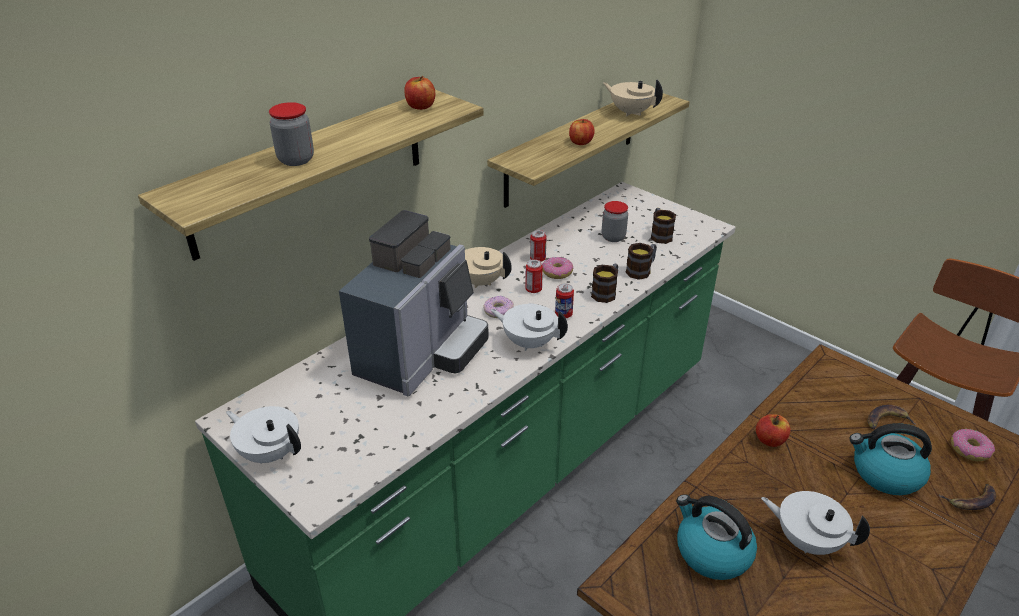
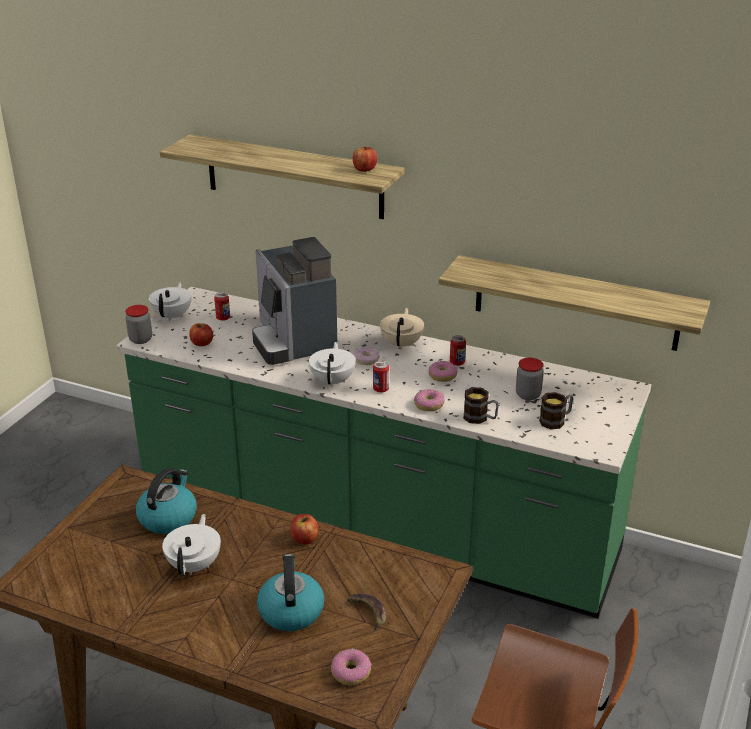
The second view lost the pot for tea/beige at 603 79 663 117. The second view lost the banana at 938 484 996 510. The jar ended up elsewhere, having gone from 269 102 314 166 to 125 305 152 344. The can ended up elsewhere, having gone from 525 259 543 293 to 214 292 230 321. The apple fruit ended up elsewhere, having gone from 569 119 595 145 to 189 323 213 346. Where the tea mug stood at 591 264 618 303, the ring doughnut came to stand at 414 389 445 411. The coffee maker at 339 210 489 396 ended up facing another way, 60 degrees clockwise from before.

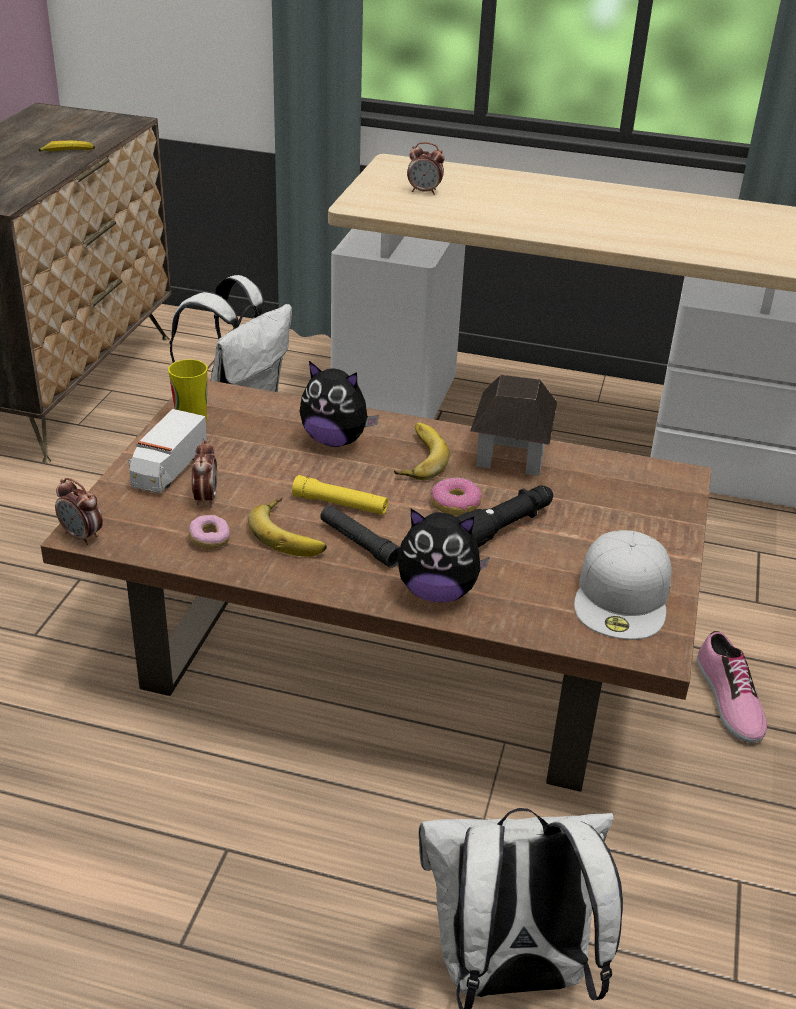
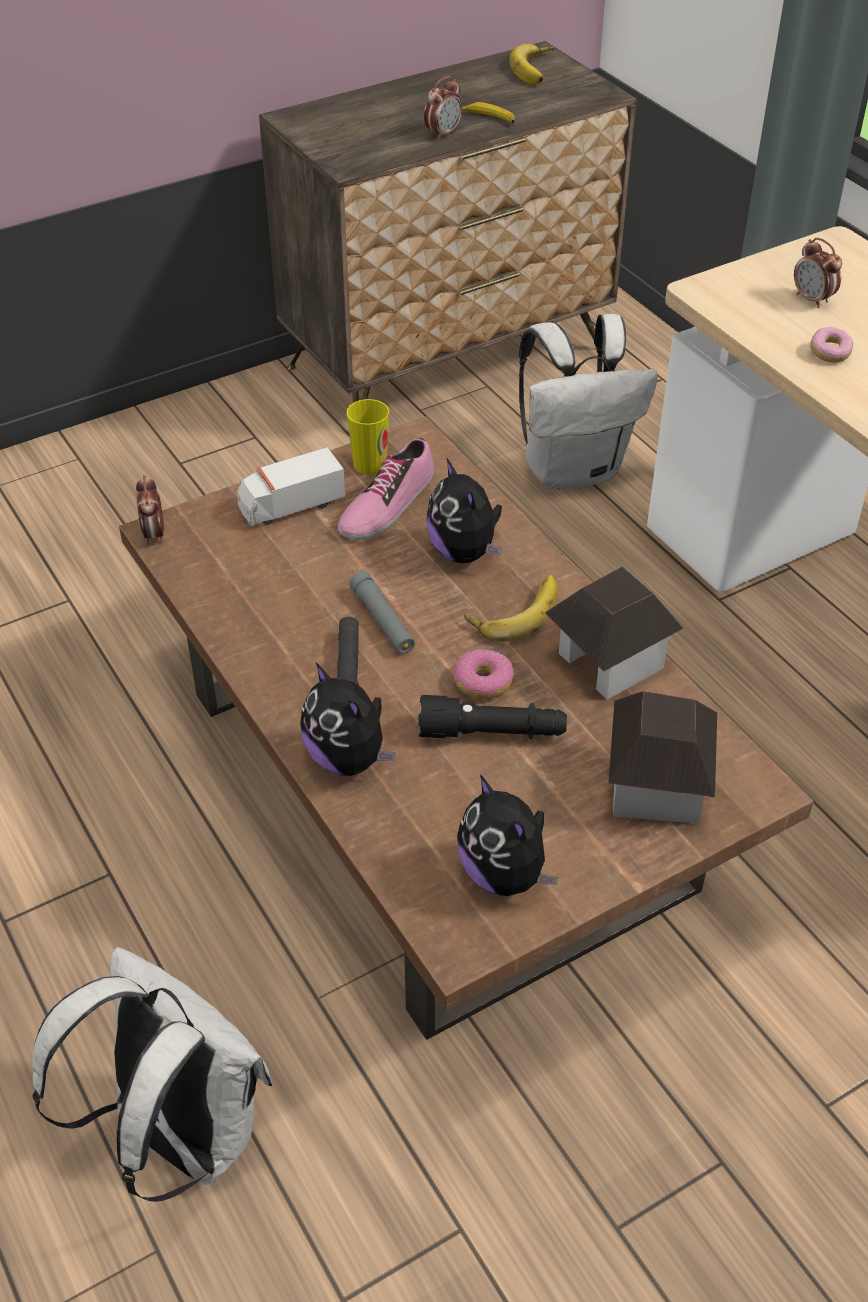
The second view gained the model house at 608 691 717 824. The ring doughnut ended up elsewhere, having gone from 189 515 230 549 to 810 327 854 363. The alarm clock ended up elsewhere, having gone from 192 440 217 507 to 424 76 462 140. The banana ended up elsewhere, having gone from 248 497 327 557 to 509 43 555 84. The low shoe ended up elsewhere, having gone from 697 631 767 743 to 338 438 434 540. Where the cap/white-coloured stood at 574 530 672 640, the plush toy came to stand at 457 775 558 896. What was the flashlight/yellowish at 292 475 388 515 turned into the flashlight/grey at 349 571 415 654.

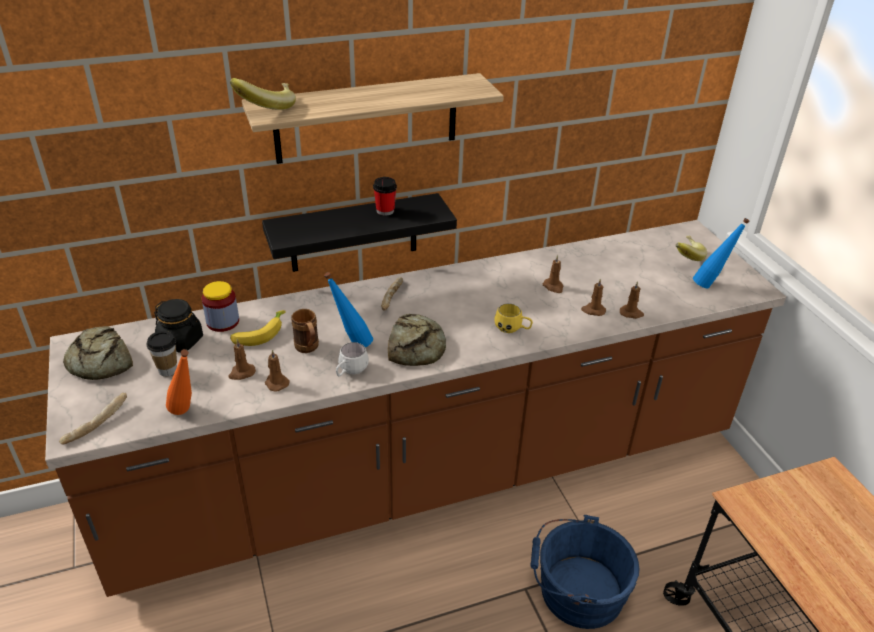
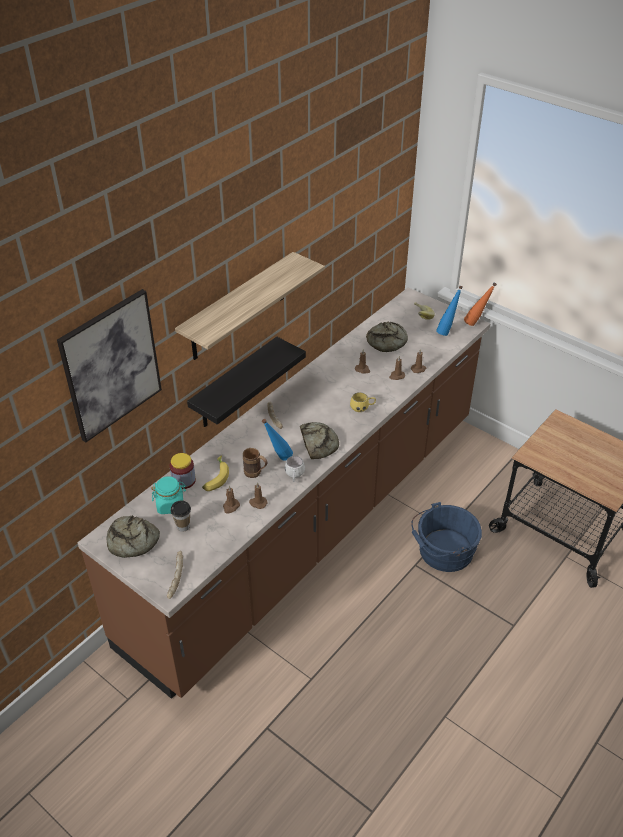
The second view lost the banana at 230 78 296 110. The second view lost the small cup at 373 177 397 216. The second view gained the picture at 57 289 162 443. The second view gained the bread at 366 322 408 352. The drink bottle/orange-coloured ended up elsewhere, having gone from 166 349 192 415 to 464 283 497 326. What was the jar/blackish at 154 299 203 353 turned into the jar/turquoise-coloured at 151 476 186 514.

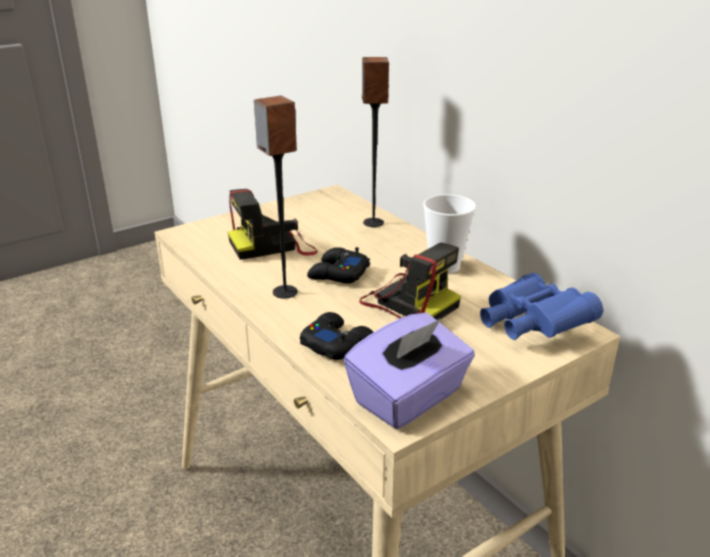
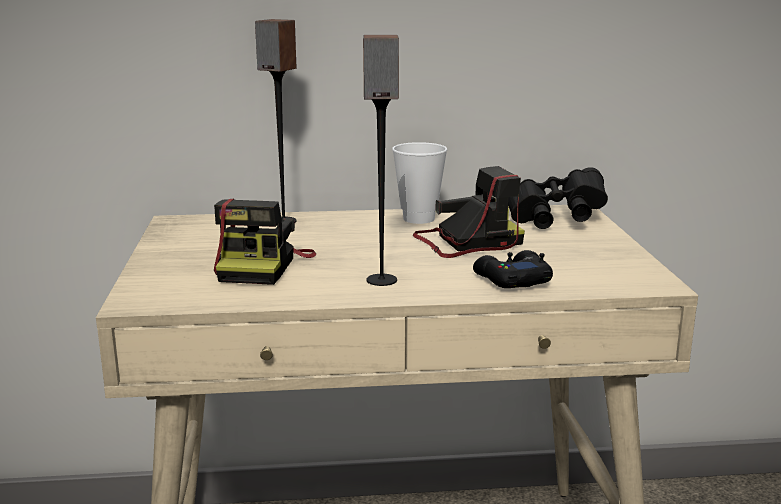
The second view lost the gamepad/blackish at 307 247 370 283. The second view lost the tissue holder/purplish at 344 313 475 429. What was the pair of binoculars/blue-coloured at 480 273 603 340 turned into the pair of binoculars/blackish at 508 167 608 229.

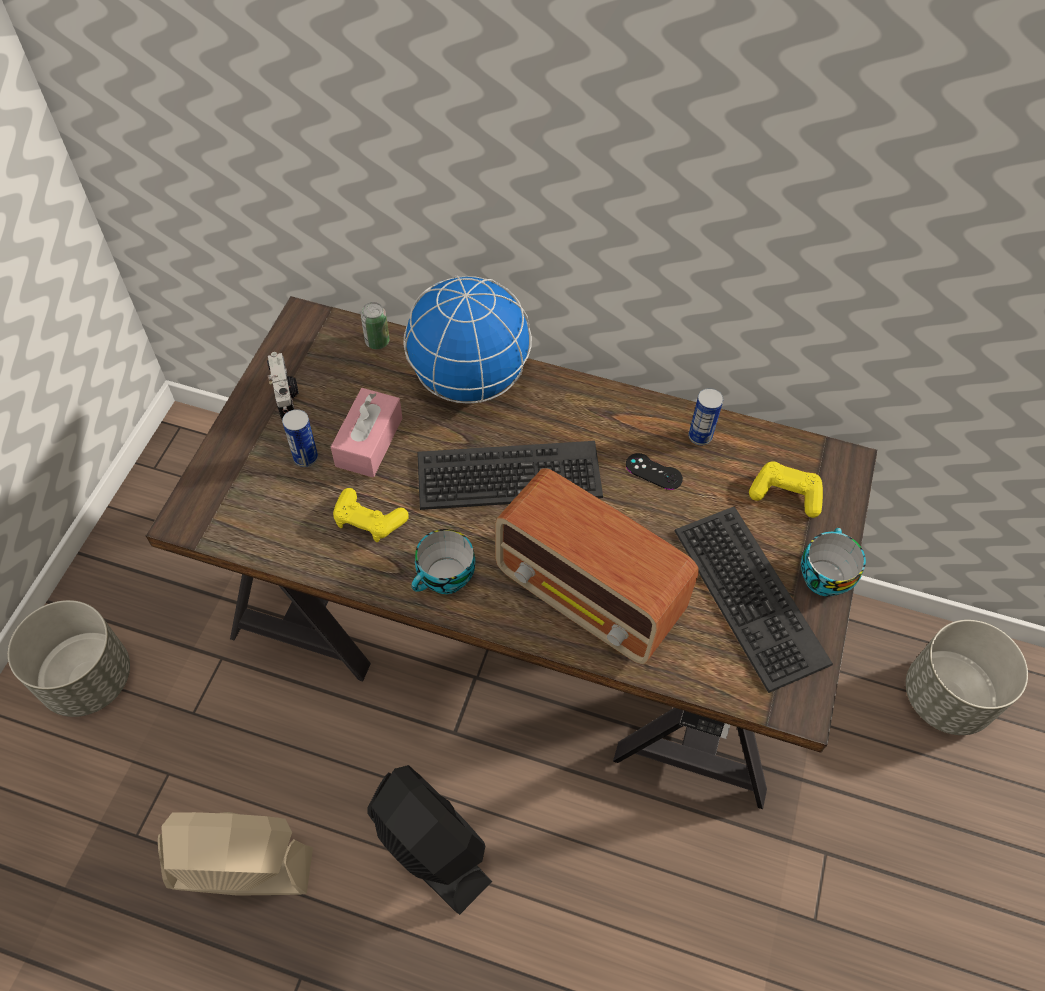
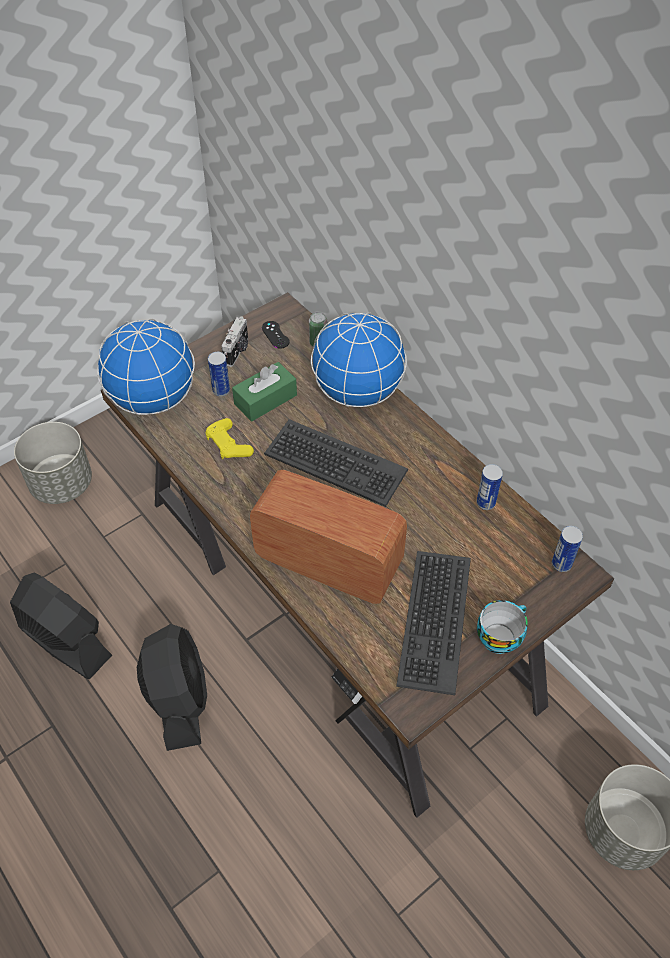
The second view lost the small cup at 411 529 475 594. The second view lost the gamepad/yellowish at 749 461 823 518. The second view gained the globe at 97 319 195 415. The second view gained the can at 552 526 583 572. The gamepad/blackish ended up elsewhere, having gone from 626 453 683 490 to 262 321 290 349. What was the cooling fan/beige at 158 812 313 896 turned into the cooling fan/blackish at 10 572 112 680. What was the tissue holder/pink-coloured at 331 388 402 477 turned into the tissue holder/greenish at 232 362 297 422. The radio at 495 468 698 665 ended up facing another way, 135 degrees clockwise from before.

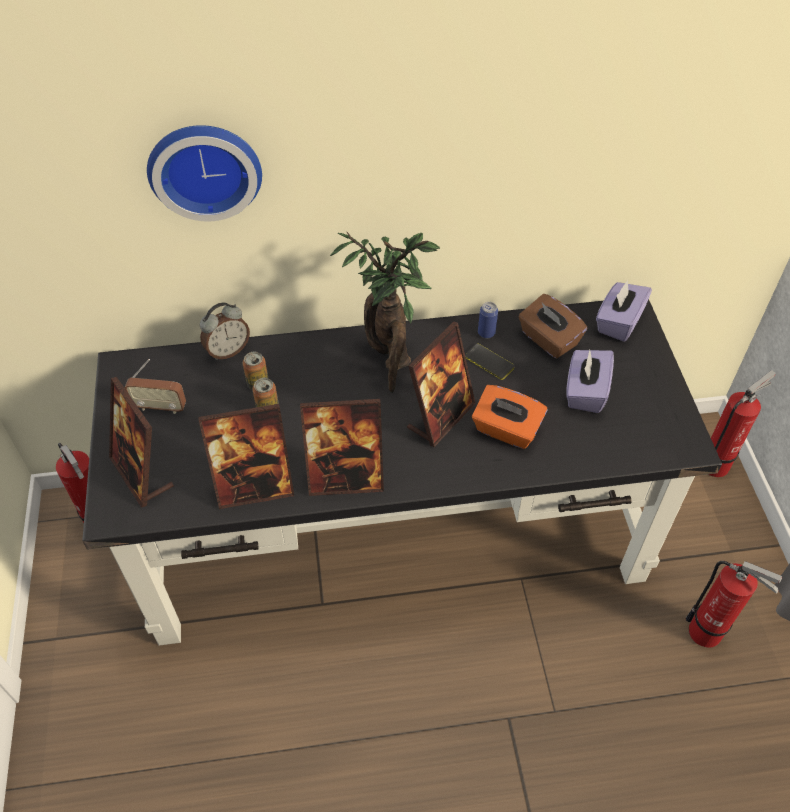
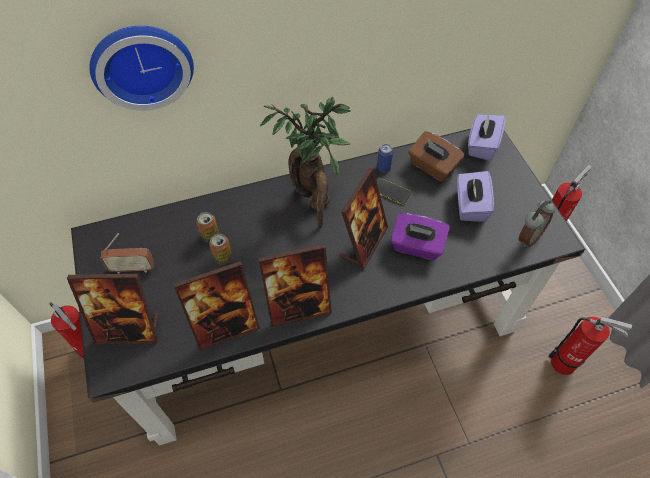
The alarm clock ended up elsewhere, having gone from 200 303 250 360 to 519 200 555 247. What was the tissue holder/orange-coloured at 472 385 547 449 turned into the tissue holder/purplish at 391 213 450 260. The picture frame at 109 377 174 508 ended up facing another way, 45 degrees counterclockwise from before.

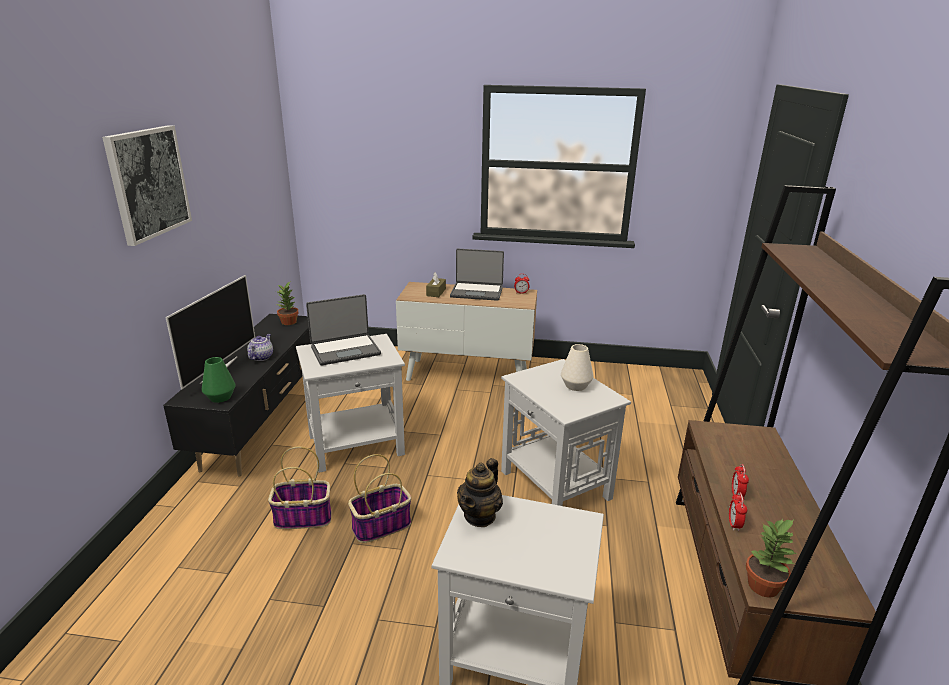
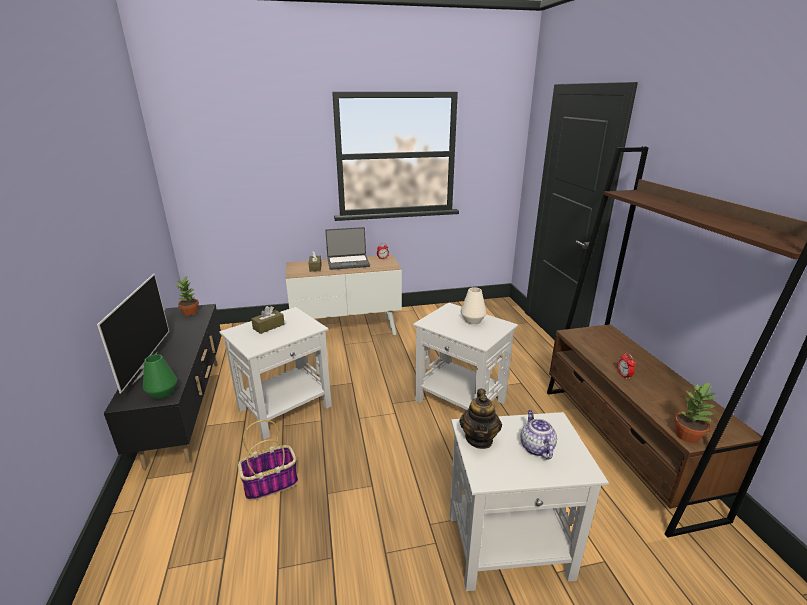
The second view lost the picture at 102 125 192 246. The second view lost the storage basket at 348 454 411 543. The second view lost the alarm clock at 729 492 747 531. The pot for tea ended up elsewhere, having gone from 247 334 273 361 to 520 410 557 460. Where the notebook computer stood at 306 294 381 366, the tissue holder/brown came to stand at 251 306 285 334.

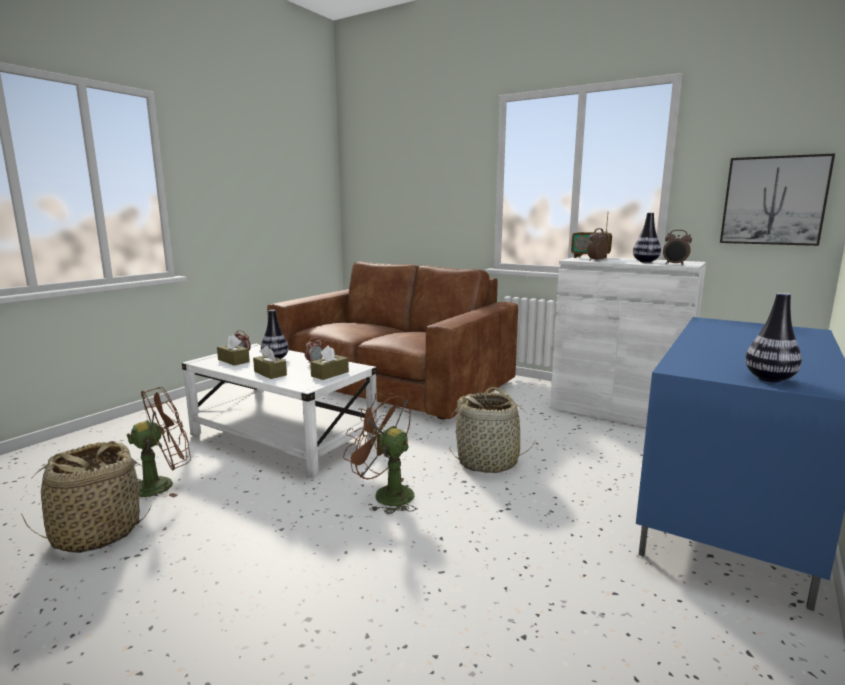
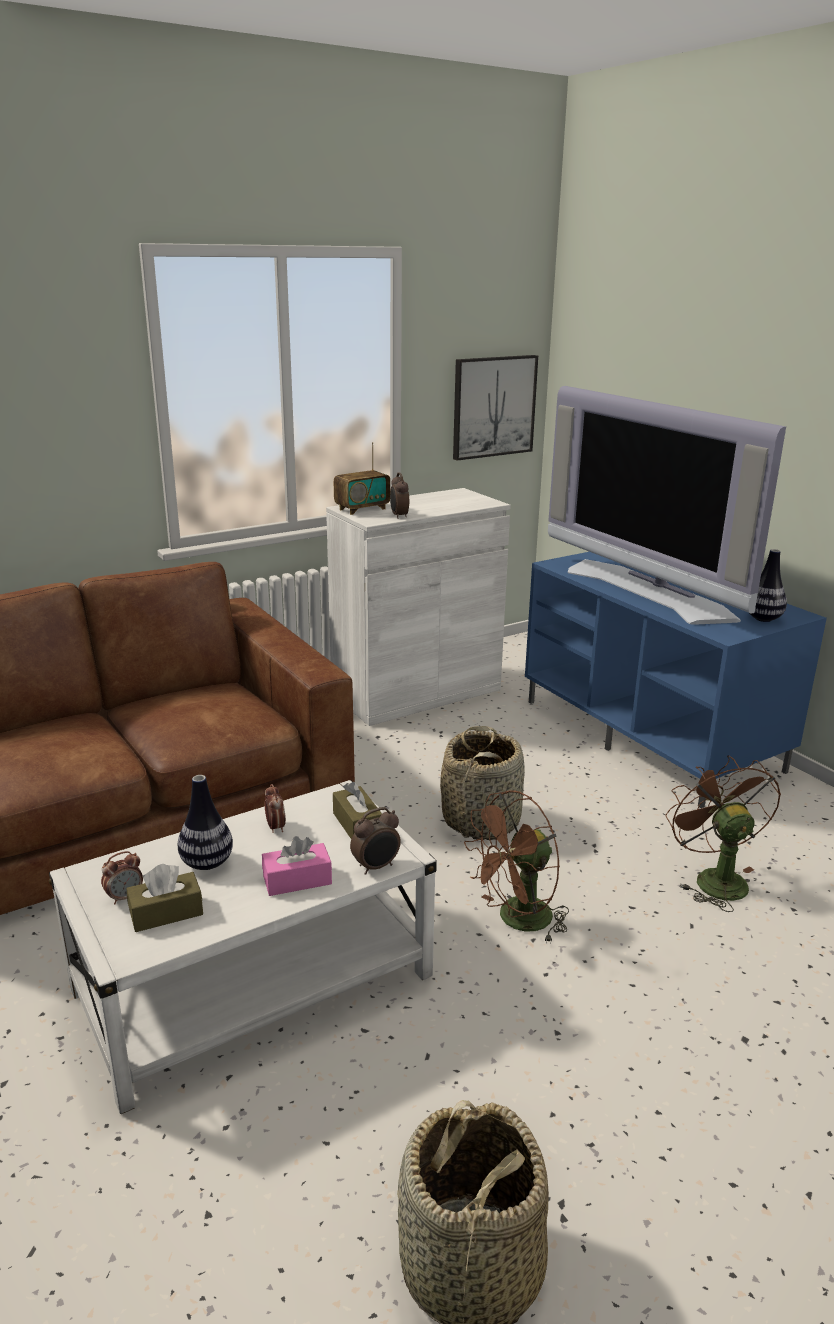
The second view lost the flower vase at 633 213 661 263. The second view gained the TV at 548 386 786 625. The cooling fan/brown ended up elsewhere, having gone from 126 387 191 498 to 665 756 781 912. The alarm clock ended up elsewhere, having gone from 663 230 692 265 to 350 807 401 875. What was the tissue holder/brown at 253 345 287 379 turned into the tissue holder/pink-coloured at 262 836 332 896.

